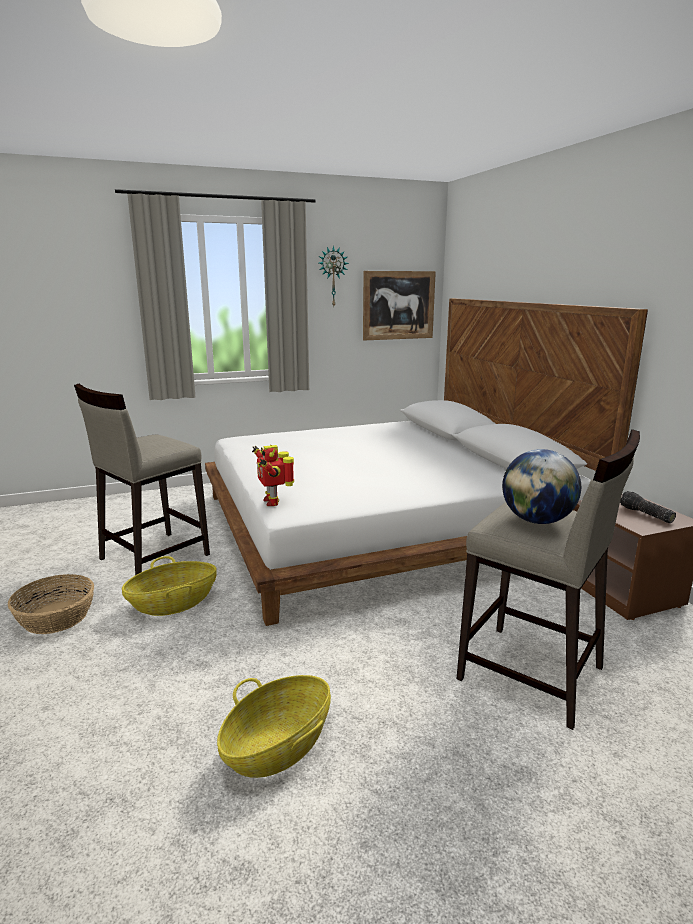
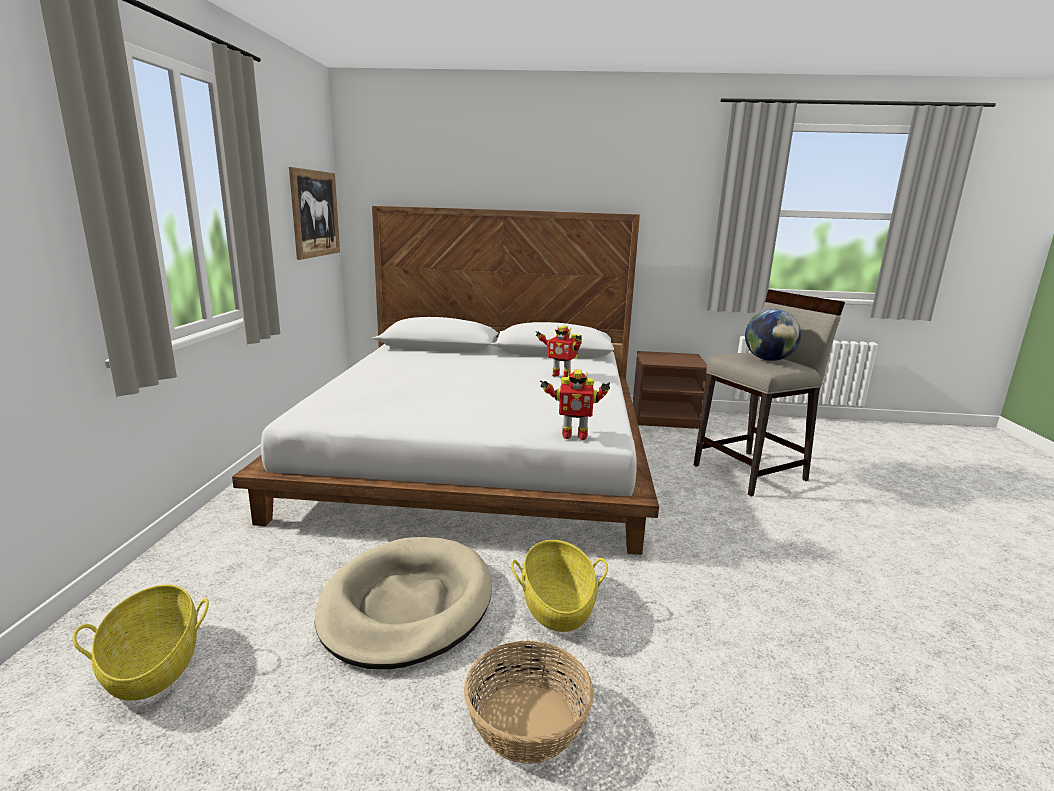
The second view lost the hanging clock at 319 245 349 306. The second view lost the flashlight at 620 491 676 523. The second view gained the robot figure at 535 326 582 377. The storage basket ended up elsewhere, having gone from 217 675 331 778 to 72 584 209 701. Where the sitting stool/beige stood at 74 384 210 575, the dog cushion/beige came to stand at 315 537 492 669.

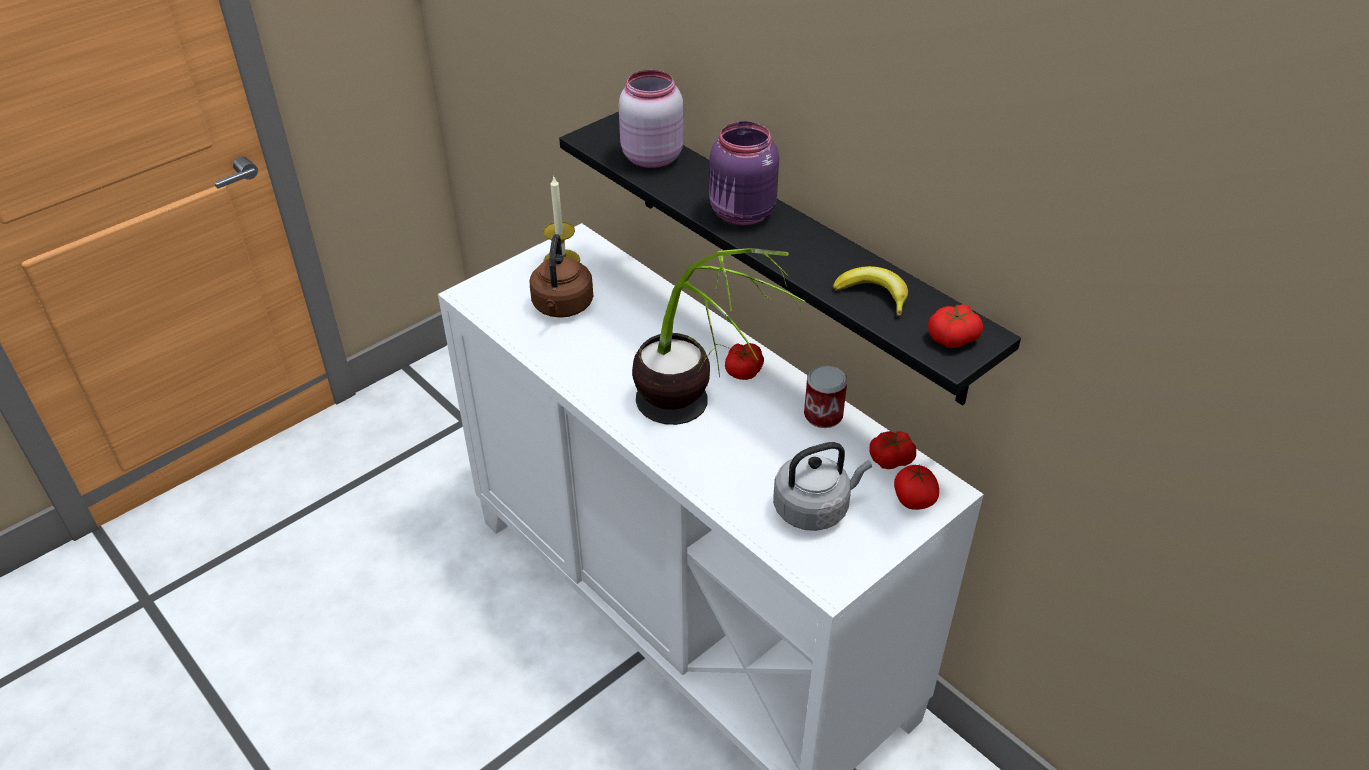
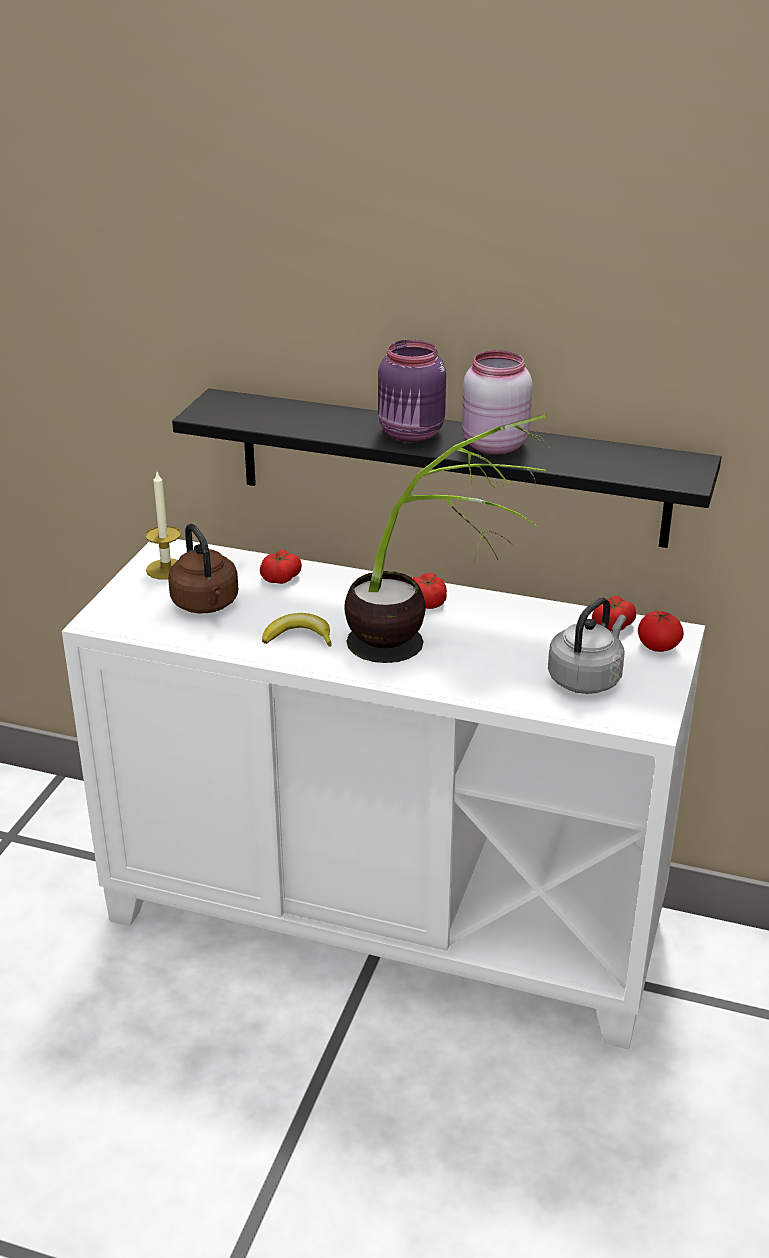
The second view lost the can at 804 365 847 428. The jar/pink-coloured ended up elsewhere, having gone from 618 70 684 168 to 462 350 532 454. The banana ended up elsewhere, having gone from 833 266 908 316 to 262 613 332 647. The whole tomato ended up elsewhere, having gone from 928 304 983 348 to 260 550 302 584.

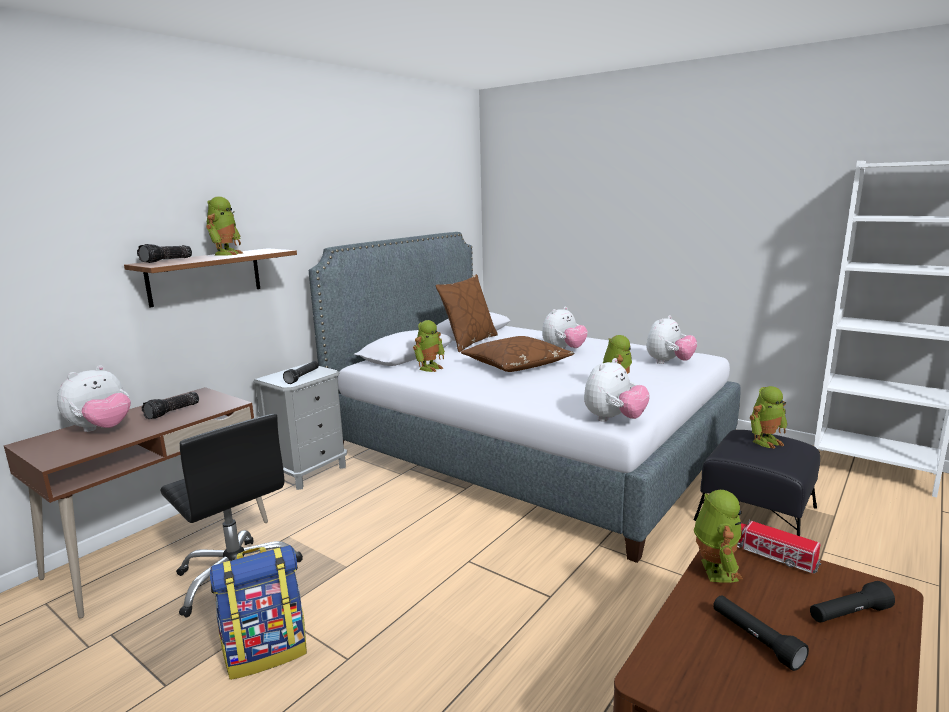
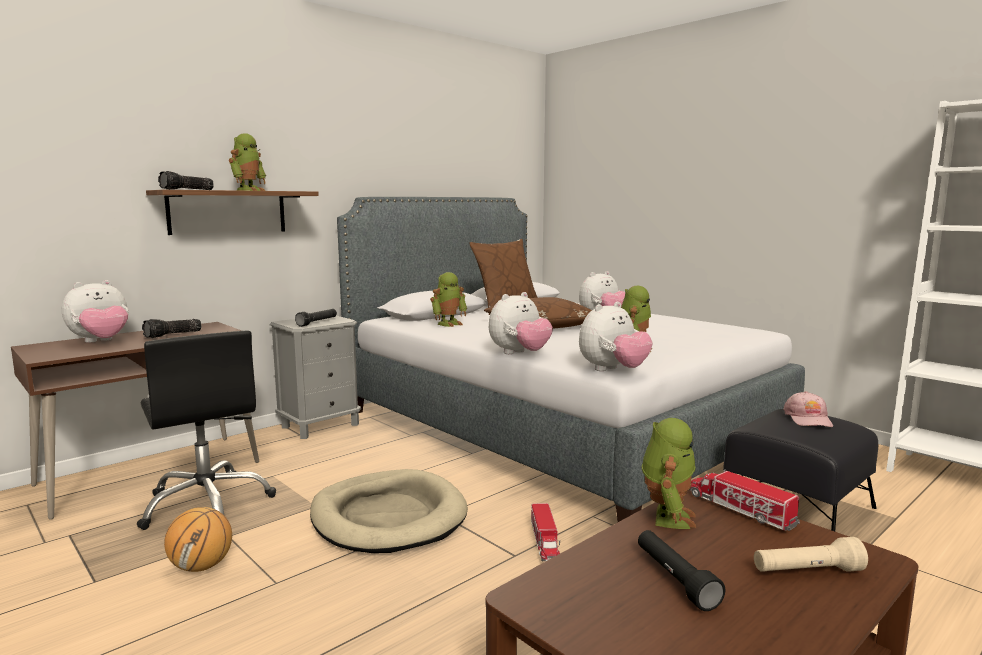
The second view gained the dog cushion/beige at 310 469 468 553. The second view gained the model truck at 531 503 560 562. The plush toy ended up elsewhere, having gone from 646 315 697 364 to 489 292 553 354. Where the backpack stood at 210 545 307 680, the basketball came to stand at 164 507 232 572. Where the robot figure stood at 750 386 787 449, the cap/pink-coloured came to stand at 783 391 833 427. What was the flashlight/blackish at 810 581 895 623 turned into the flashlight/beige at 754 537 868 572.

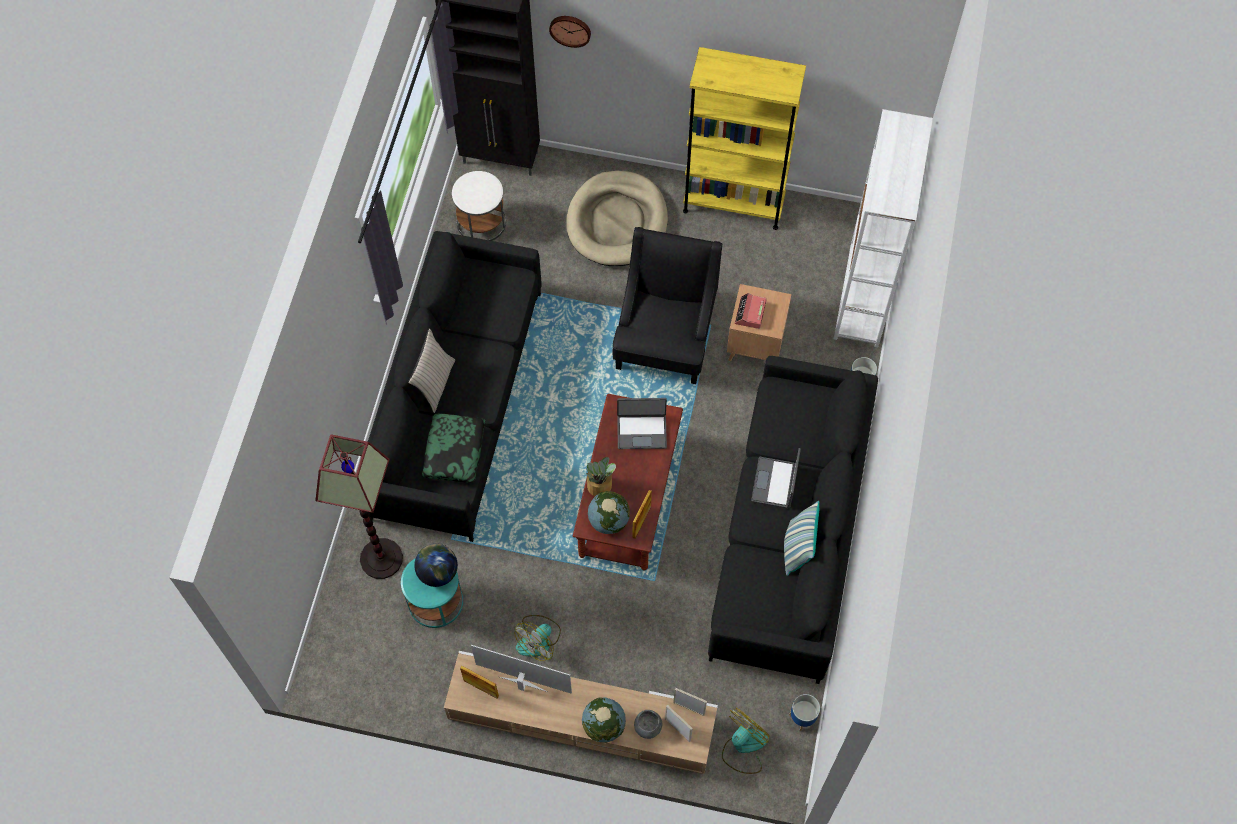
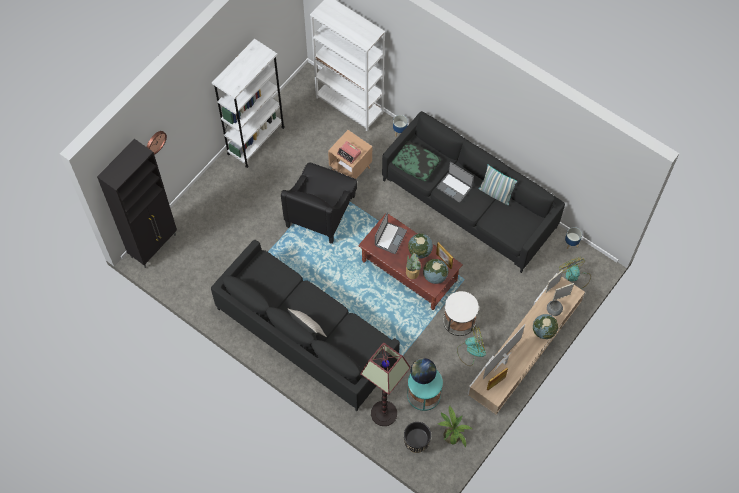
The second view lost the dog cushion/beige at 566 170 668 266. The second view gained the plant pot/blackish at 404 422 431 453. The second view gained the globe at 408 233 433 259. The second view gained the potted plant at 438 406 472 448. The pillow ended up elsewhere, having gone from 422 413 485 483 to 392 141 441 181. The end table/white-coloured ended up elsewhere, having gone from 452 171 506 241 to 443 291 479 336. What was the shelving unit/yellowish at 683 47 806 230 turned into the shelving unit/white-coloured at 212 39 285 168. The cooling fan at 515 615 561 661 ended up facing another way, 75 degrees counterclockwise from before. The easy chair/blackish at 612 227 722 384 ended up facing another way, 105 degrees counterclockwise from before.

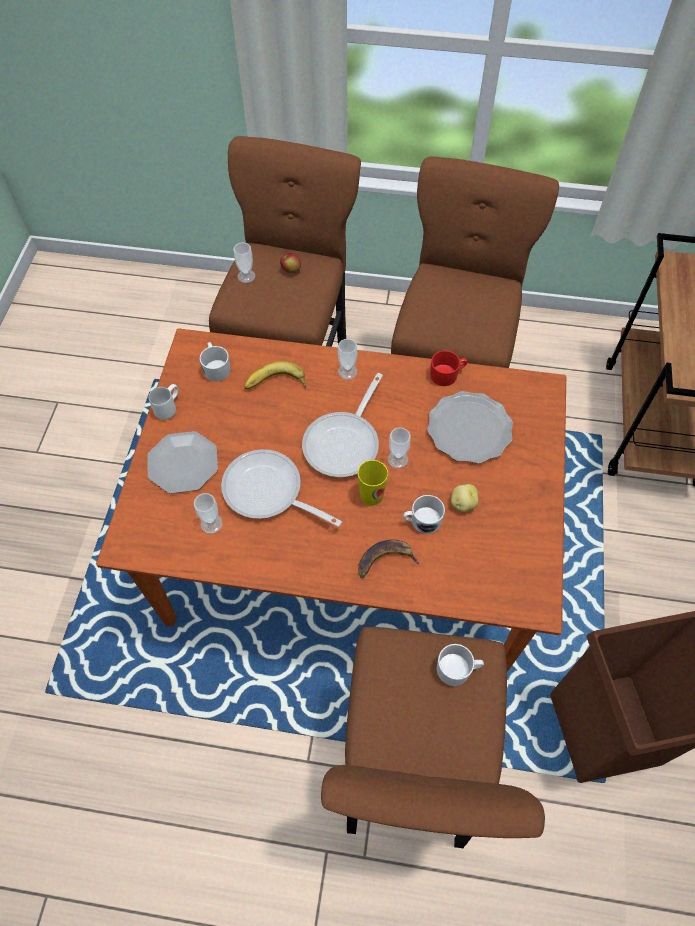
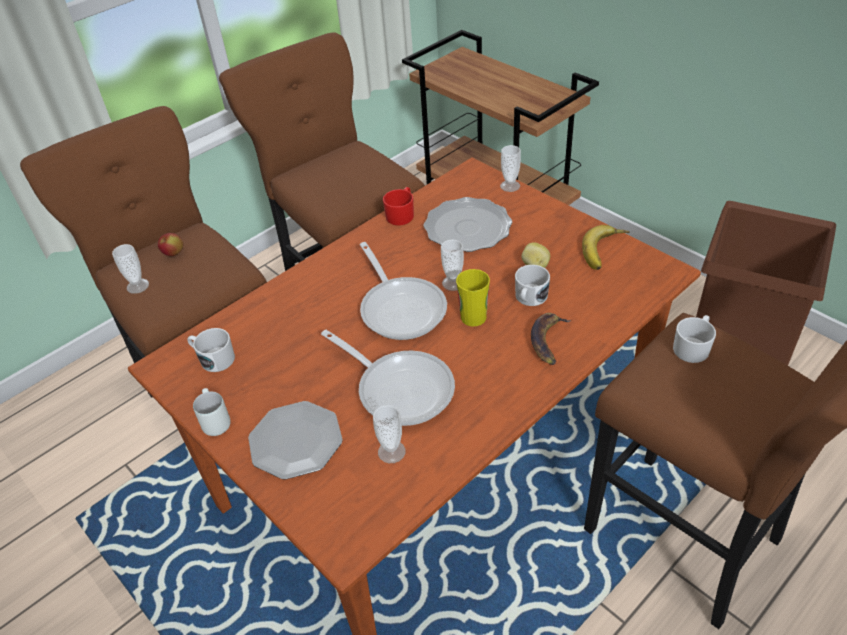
The banana ended up elsewhere, having gone from 244 361 306 389 to 582 225 629 270. The small cup ended up elsewhere, having gone from 338 339 357 380 to 500 145 521 192. The skillet at 221 449 342 527 ended up facing another way, 120 degrees counterclockwise from before.

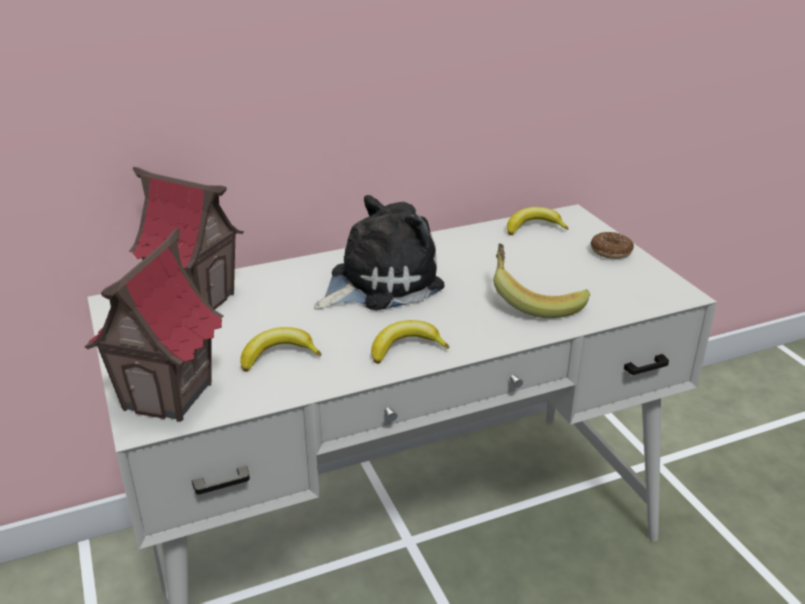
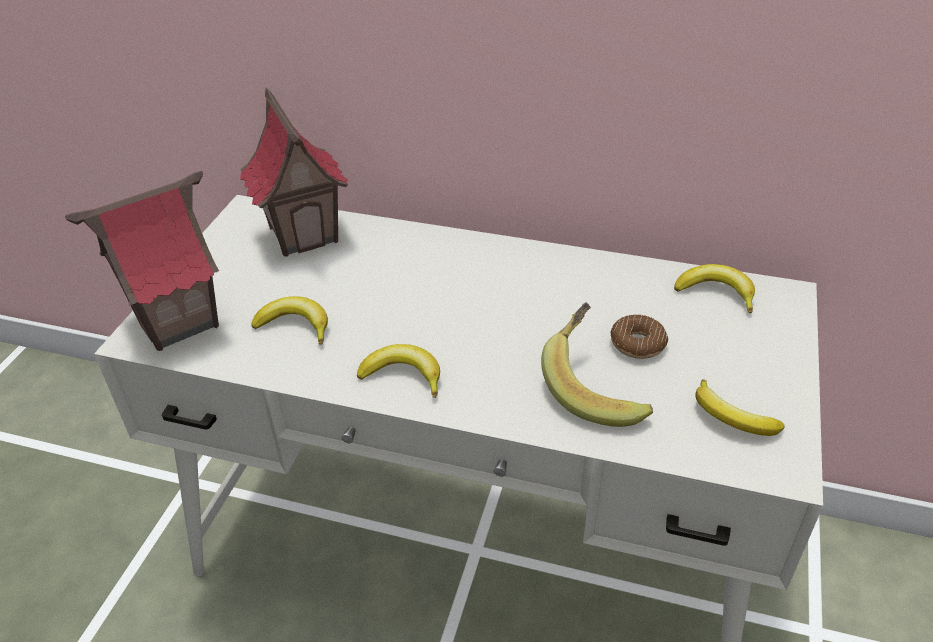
The second view lost the plush toy at 314 195 445 310. The second view gained the banana at 695 379 785 436. The ring doughnut ended up elsewhere, having gone from 590 232 634 259 to 610 315 668 359.

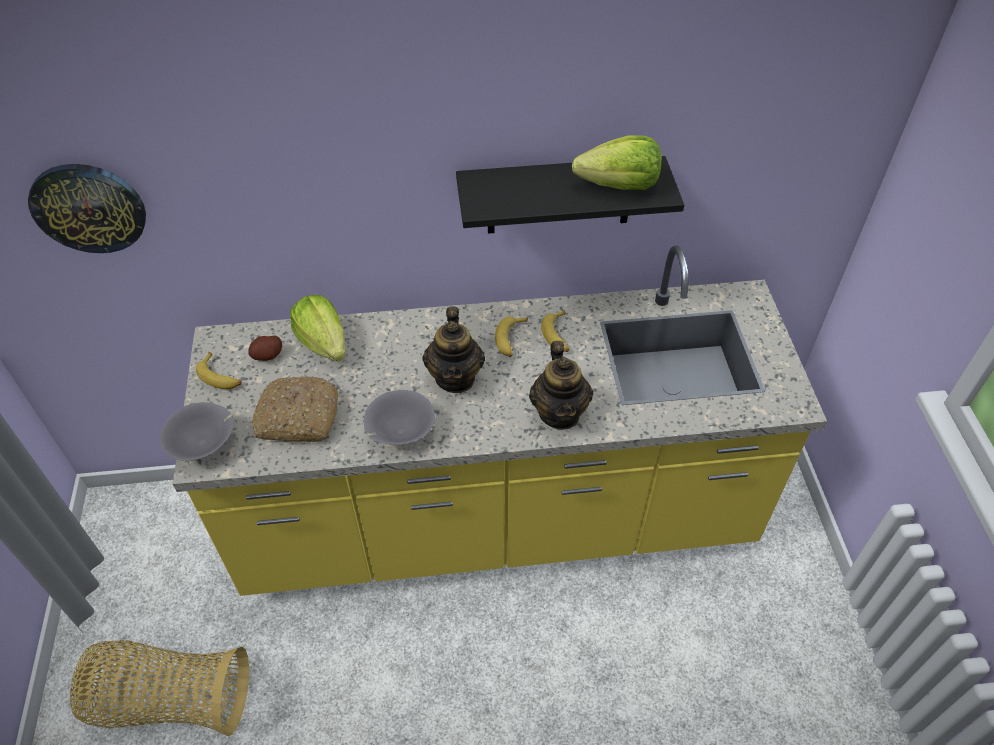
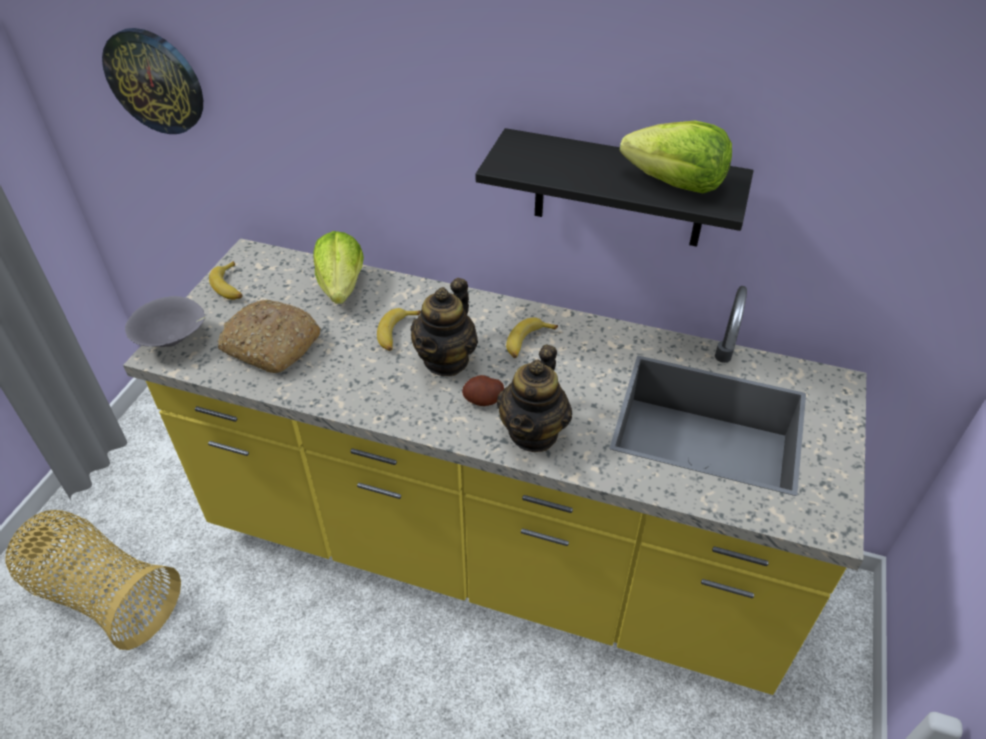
The second view lost the bowl/grey at 364 390 435 445. The spud ended up elsewhere, having gone from 248 336 282 361 to 462 375 504 406. The banana ended up elsewhere, having gone from 541 310 569 352 to 377 308 420 351.

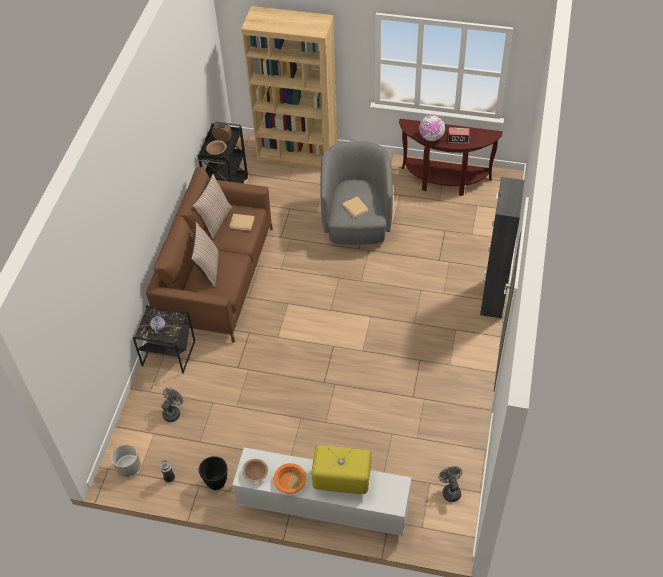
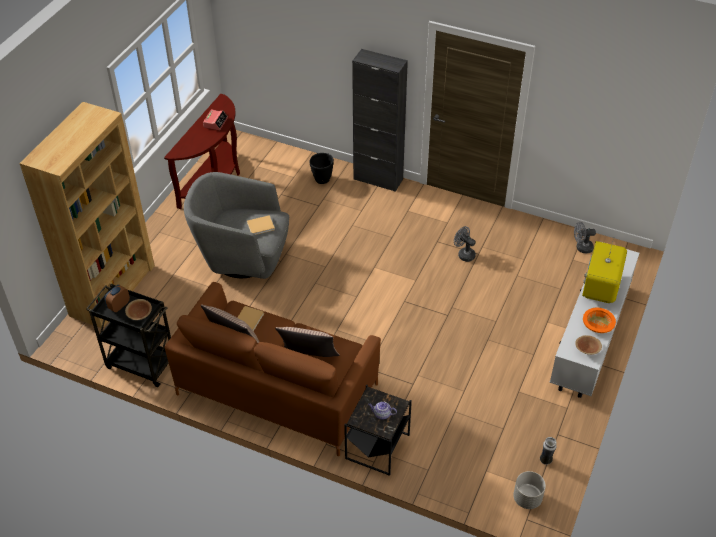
The second view lost the globe at 419 115 445 141. The cooling fan/grey ended up elsewhere, having gone from 161 388 183 422 to 454 226 476 262. The plant pot/blackish ended up elsewhere, having gone from 199 456 227 490 to 309 153 334 184.

